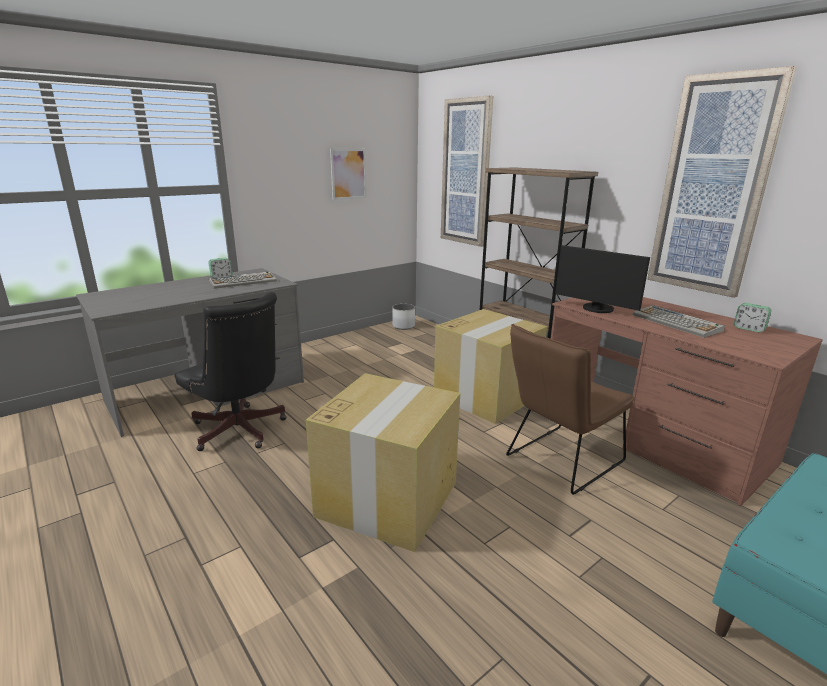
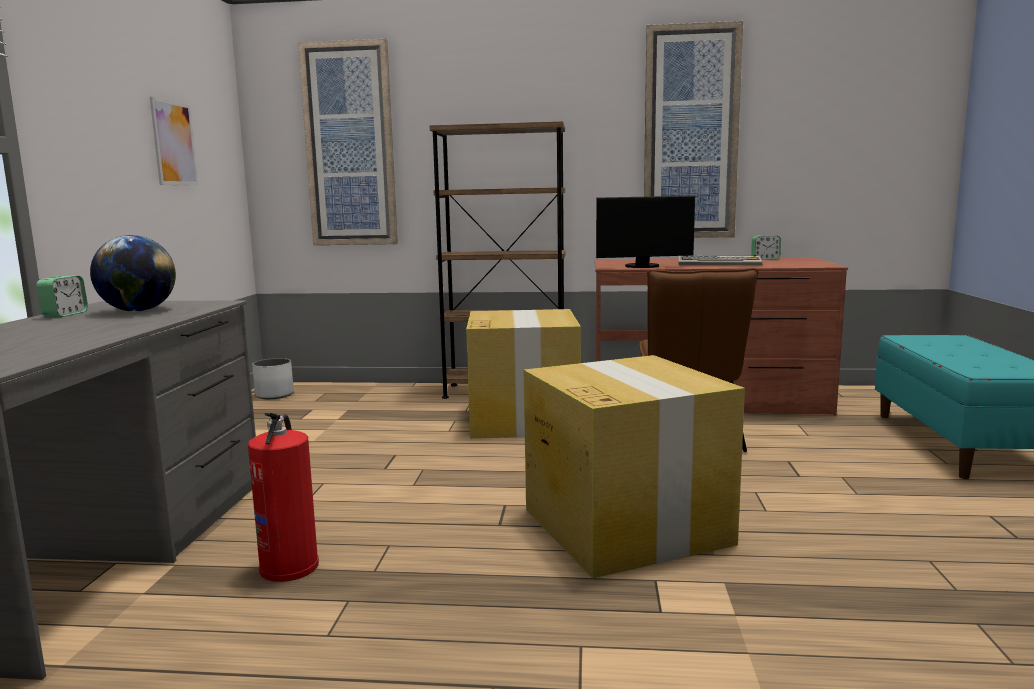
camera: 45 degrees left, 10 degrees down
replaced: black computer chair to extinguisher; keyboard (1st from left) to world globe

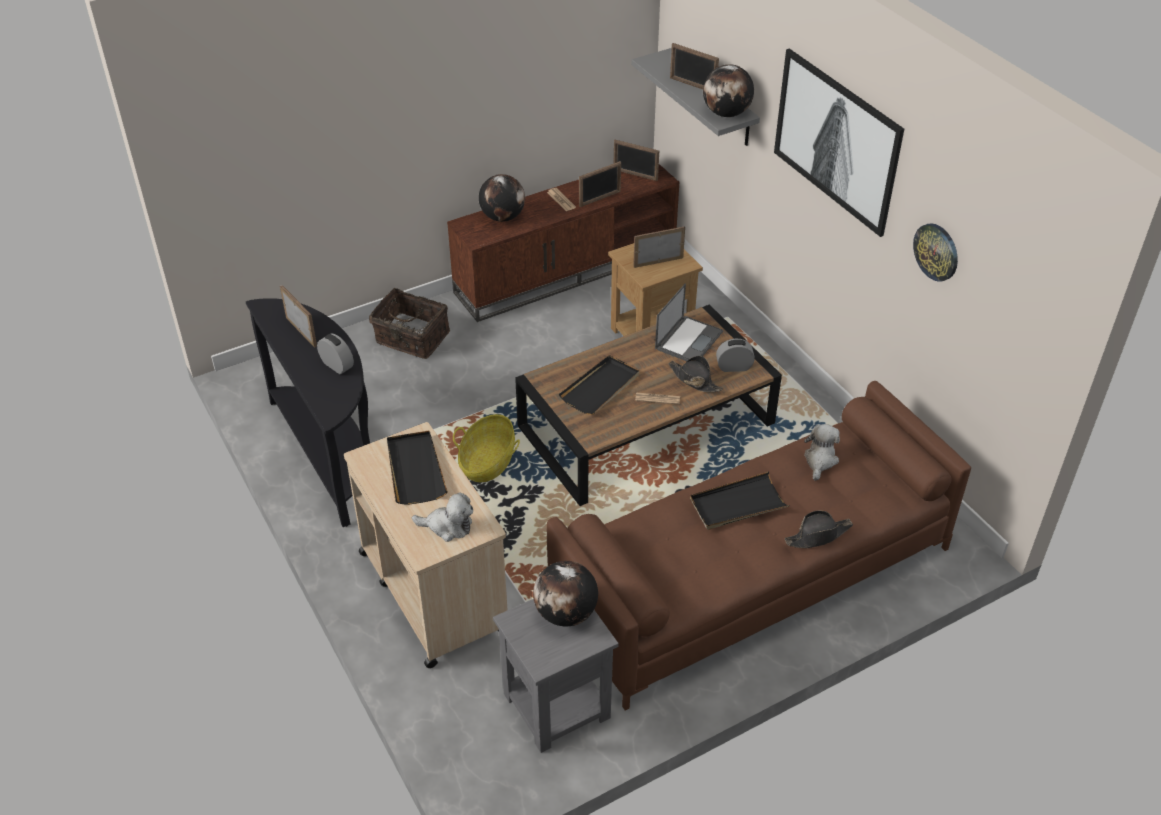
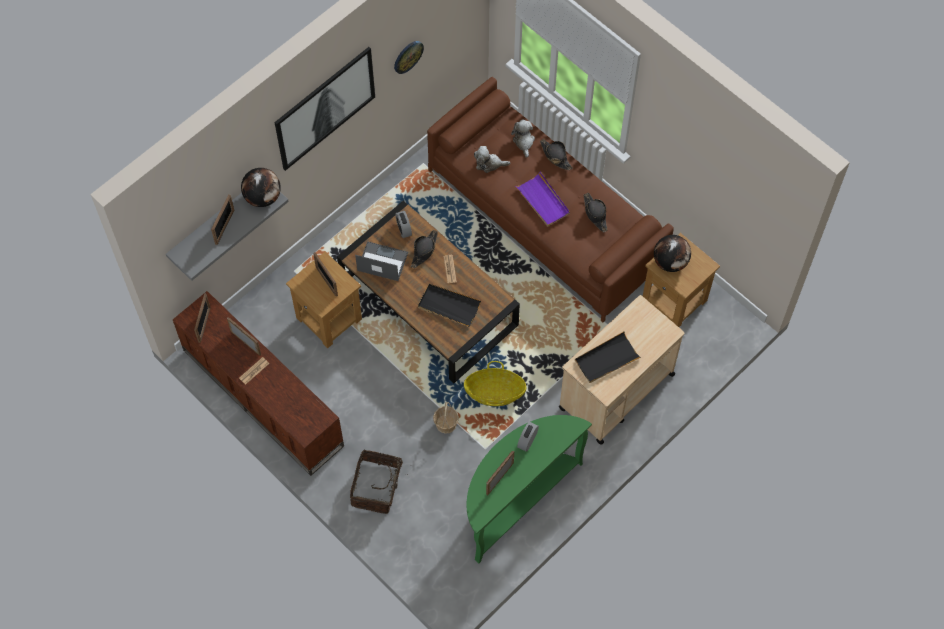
camera: 105 degrees left, 20 degrees up
removed: world globe (1st from left)
added: storage basket (2nd from left); black hat (3rd from left)
moved: plush toy (1st from left in the first image) to plush toy (2nd from left)
recoloured: black console table to green console table; greyish side table to brown side table (2nd from left); black serving tray (3rd from left) to purple-coloured serving tray

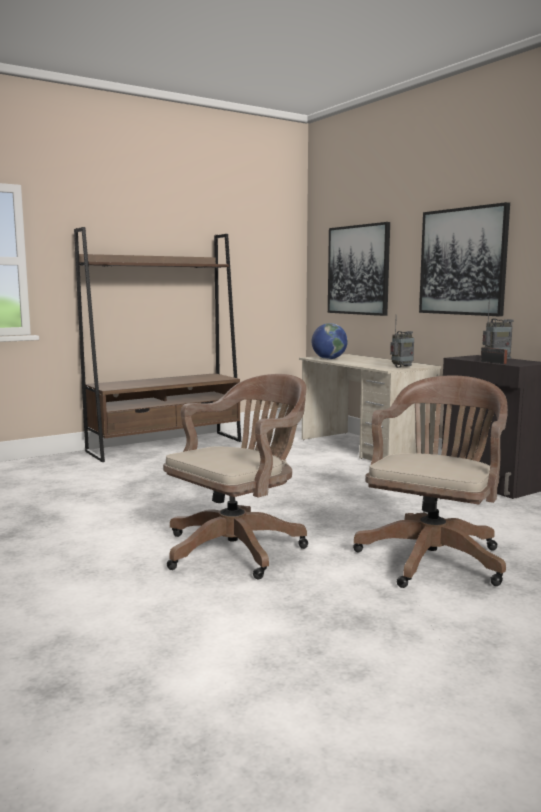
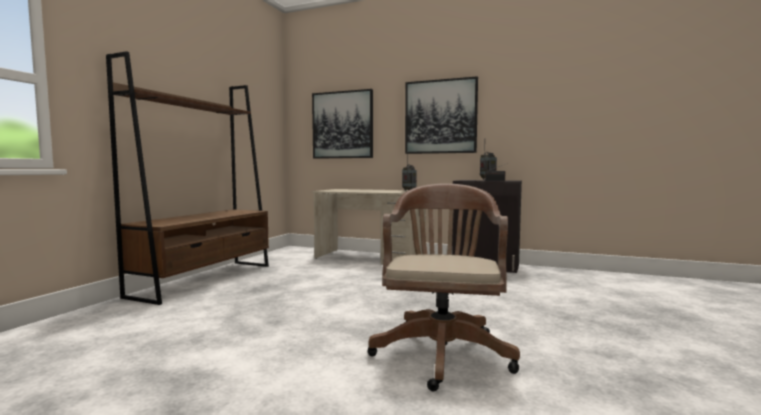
camera: 35 degrees left, 5 degrees down
removed: world globe; brown computer chair (2nd from left)

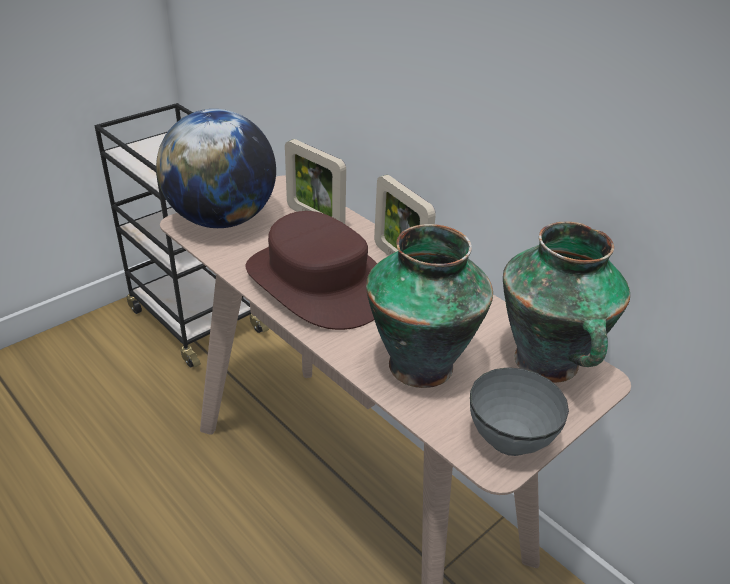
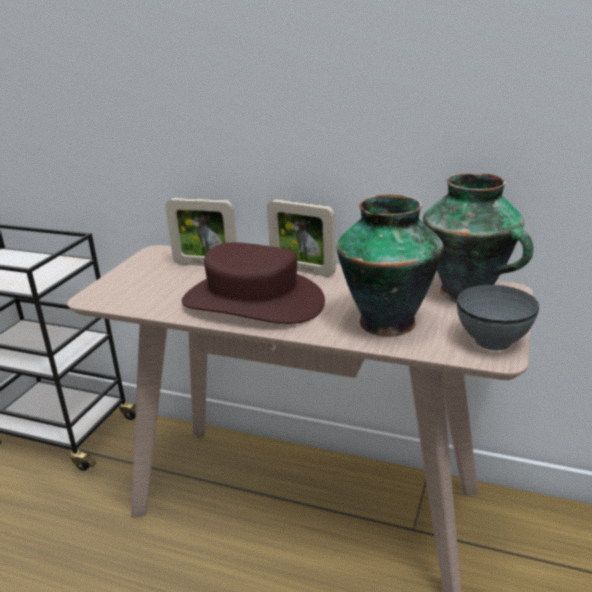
camera: 25 degrees left, 10 degrees down
removed: world globe

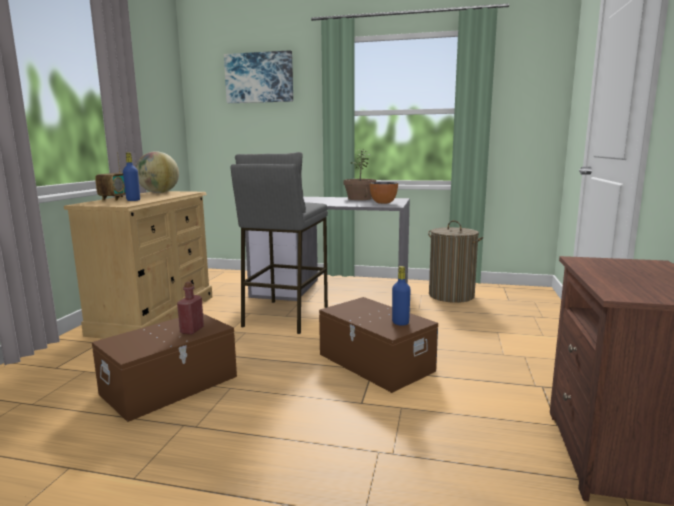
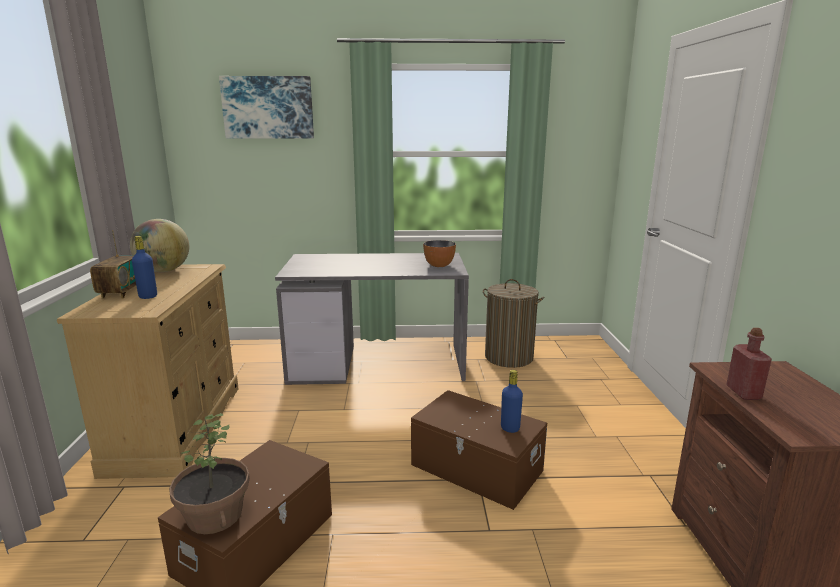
camera: 15 degrees left, 5 degrees up
removed: greyish stool
moved: reddish beverage bottle; potted plant

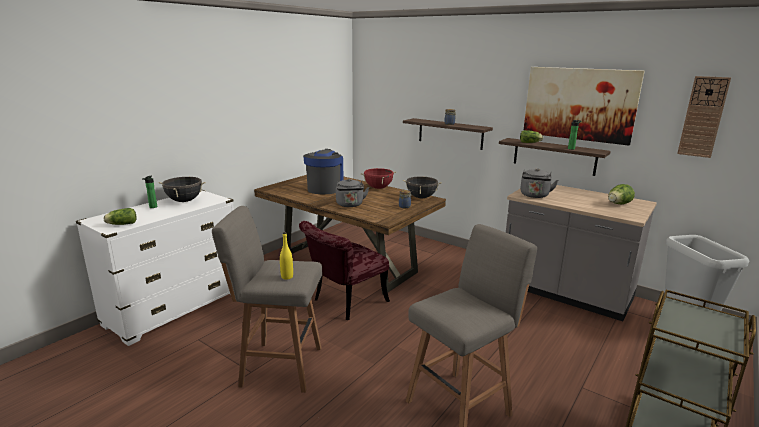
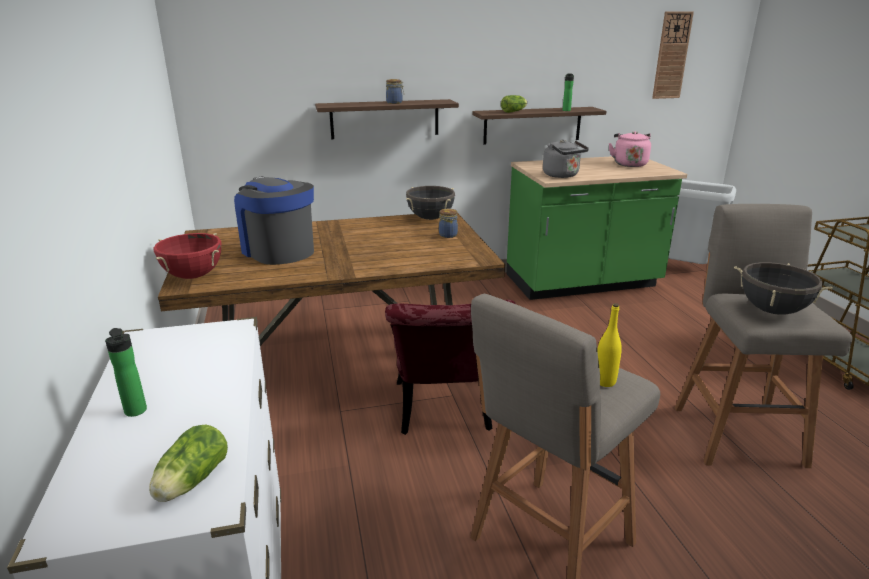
camera: 50 degrees left, 5 degrees up
removed: greyish water kettle (1st from left); picture
moved: black cooking pot (1st from left in the first image) to black cooking pot (2nd from left); reddish cooking pot
replaced: head of lettuce (3rd from left) to pinkish water kettle
recoloured: greyish kitchen base unit to green kitchen base unit

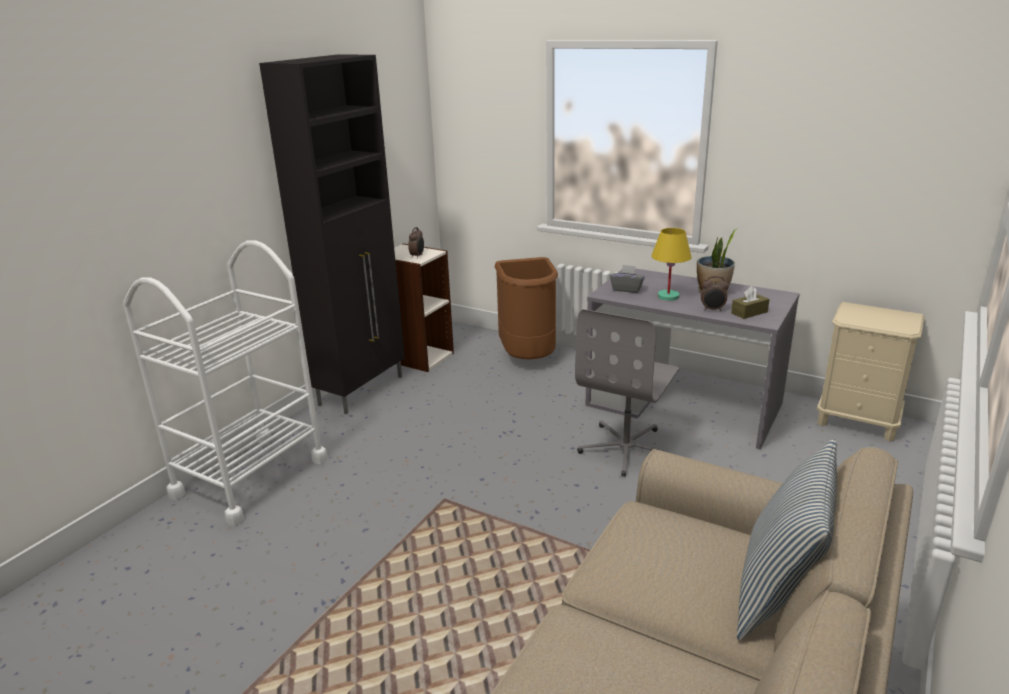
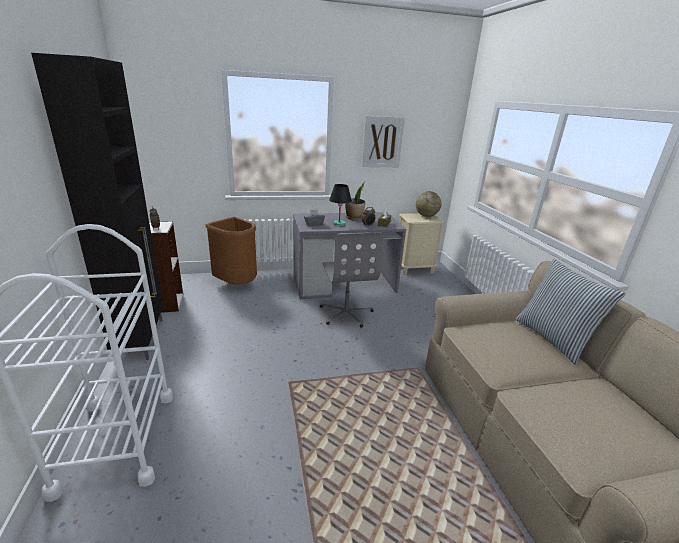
camera: 45 degrees left, 0 degrees up
added: picture; world globe
recoloured: yellow-coloured tabletop lamp to black tabletop lamp

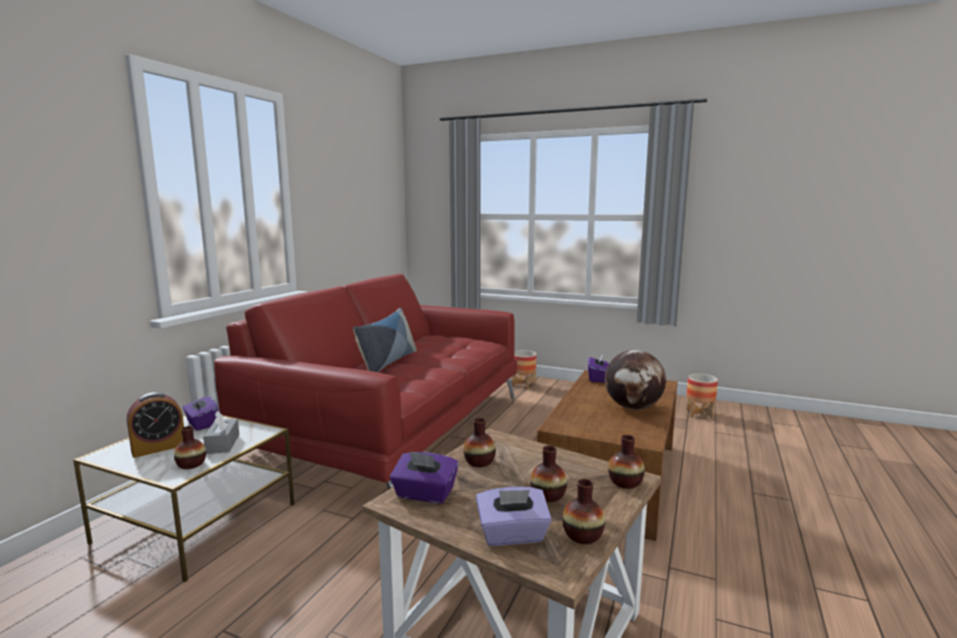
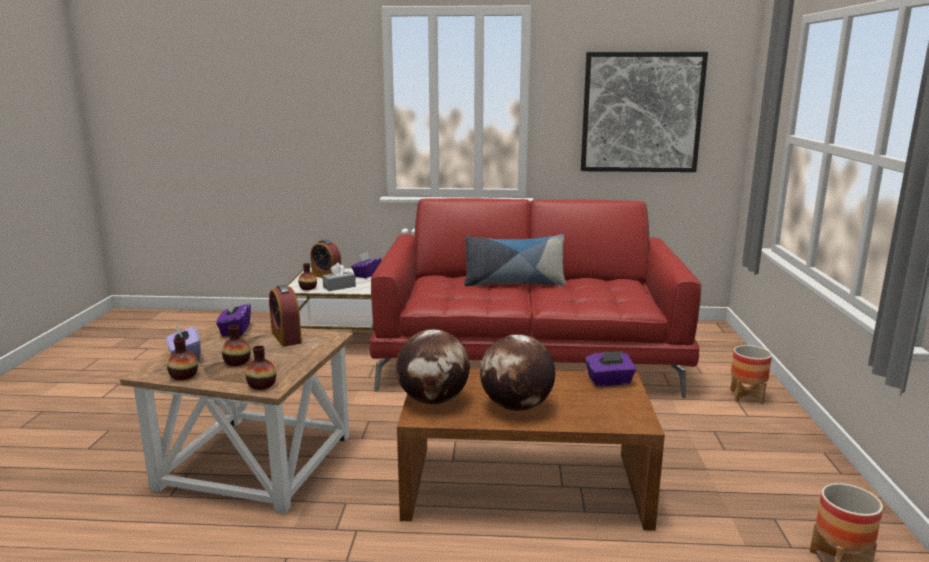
camera: 70 degrees right, 5 degrees up
added: world globe (1st from left); picture
replaced: decorative vase (2nd from left) to bedside clock (1st from left)

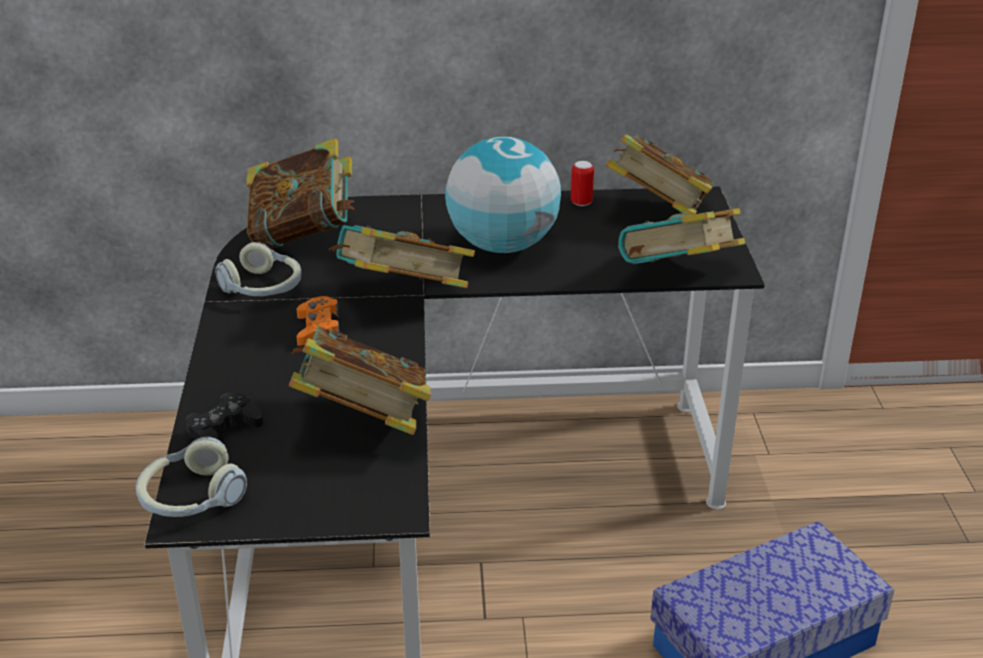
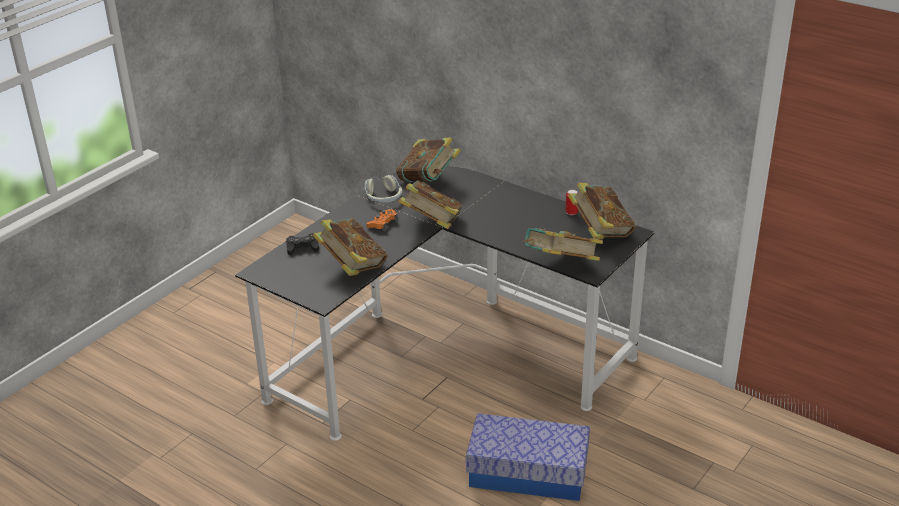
camera: 40 degrees right, 0 degrees up
removed: pair of headphones (1st from left); world globe

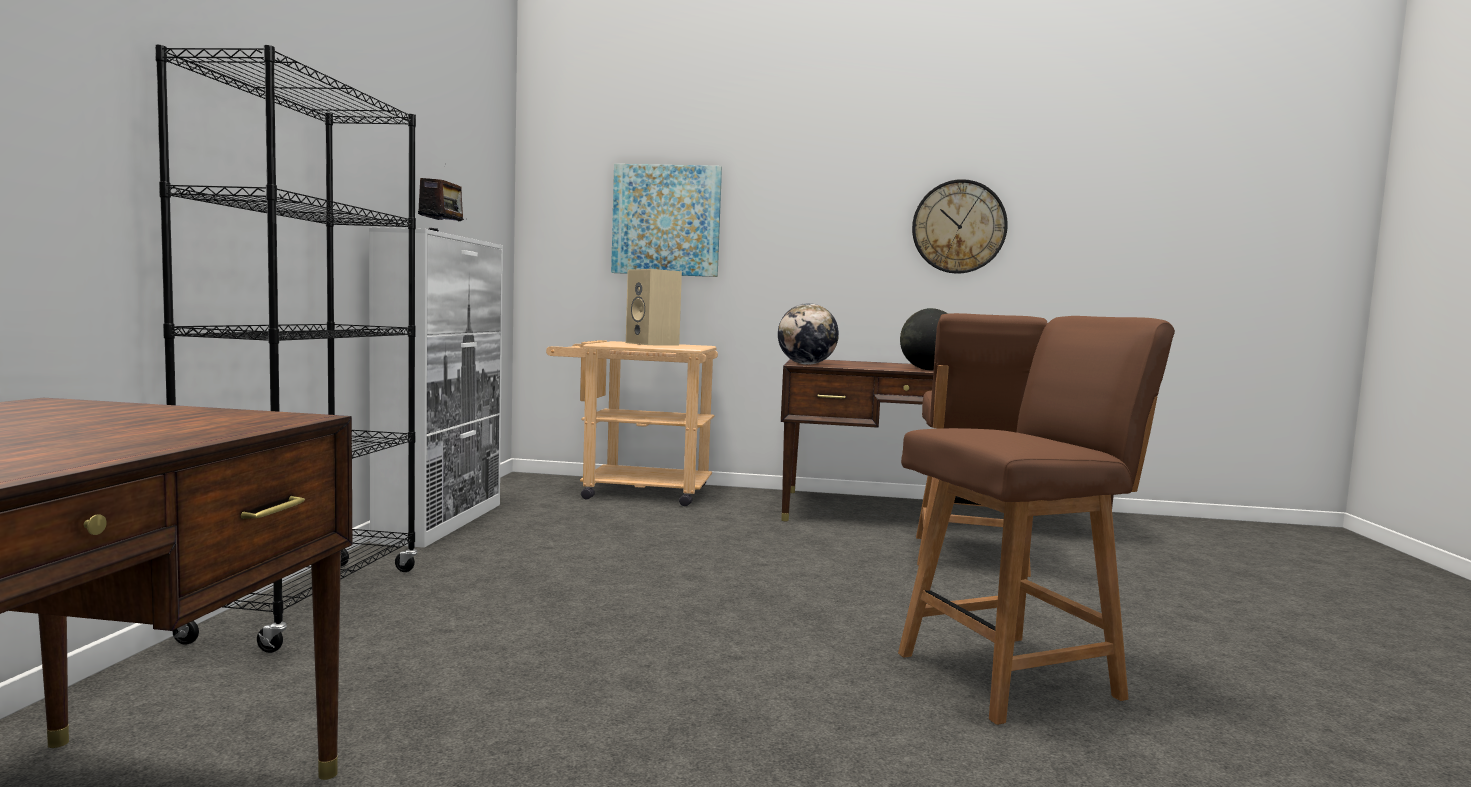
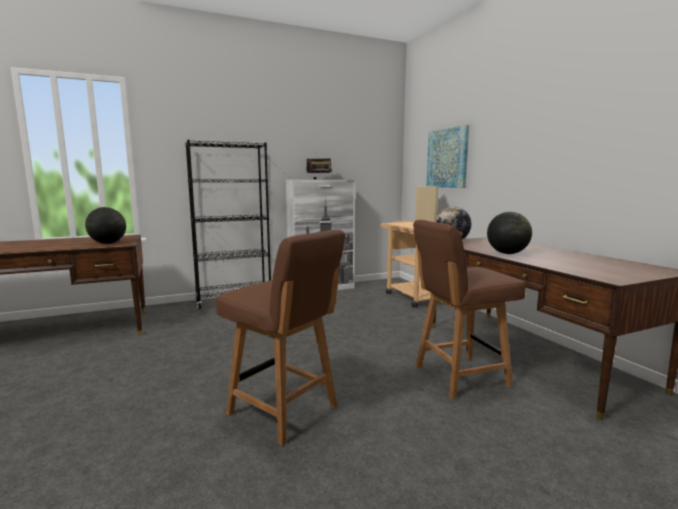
camera: 60 degrees right, 5 degrees up
removed: clock on the wall
added: world globe (1st from left)

